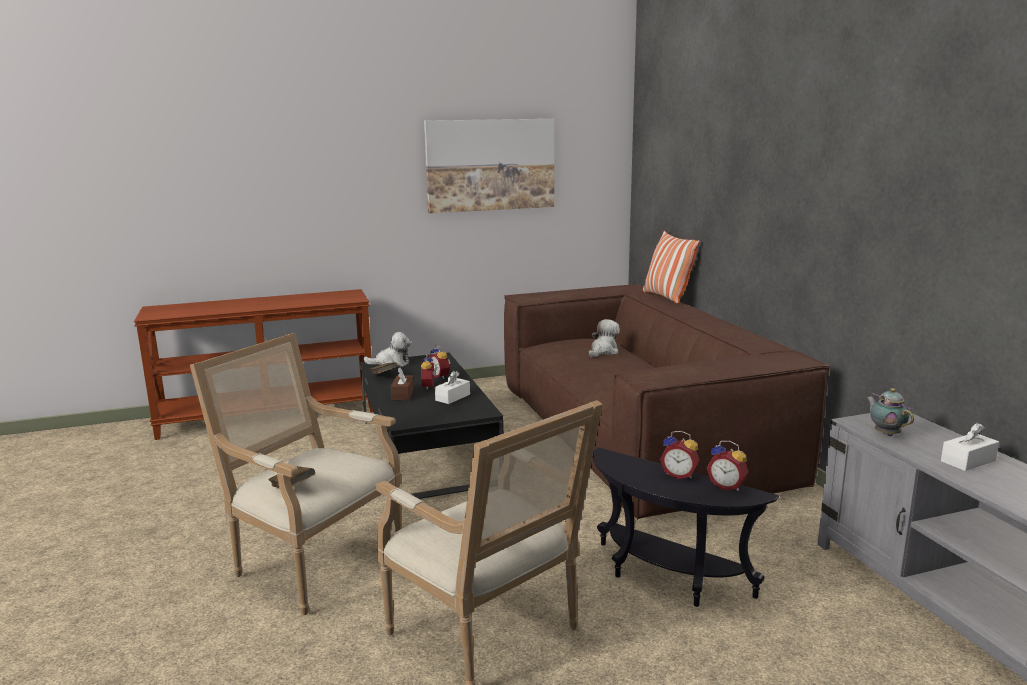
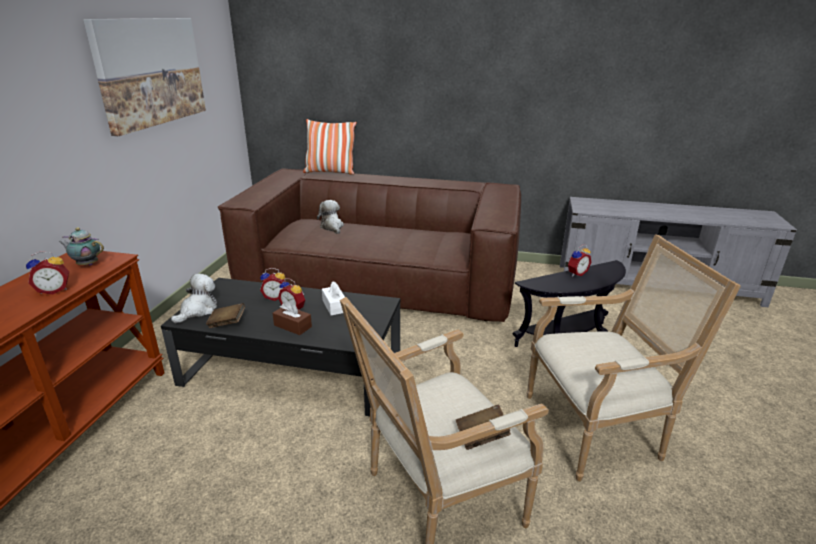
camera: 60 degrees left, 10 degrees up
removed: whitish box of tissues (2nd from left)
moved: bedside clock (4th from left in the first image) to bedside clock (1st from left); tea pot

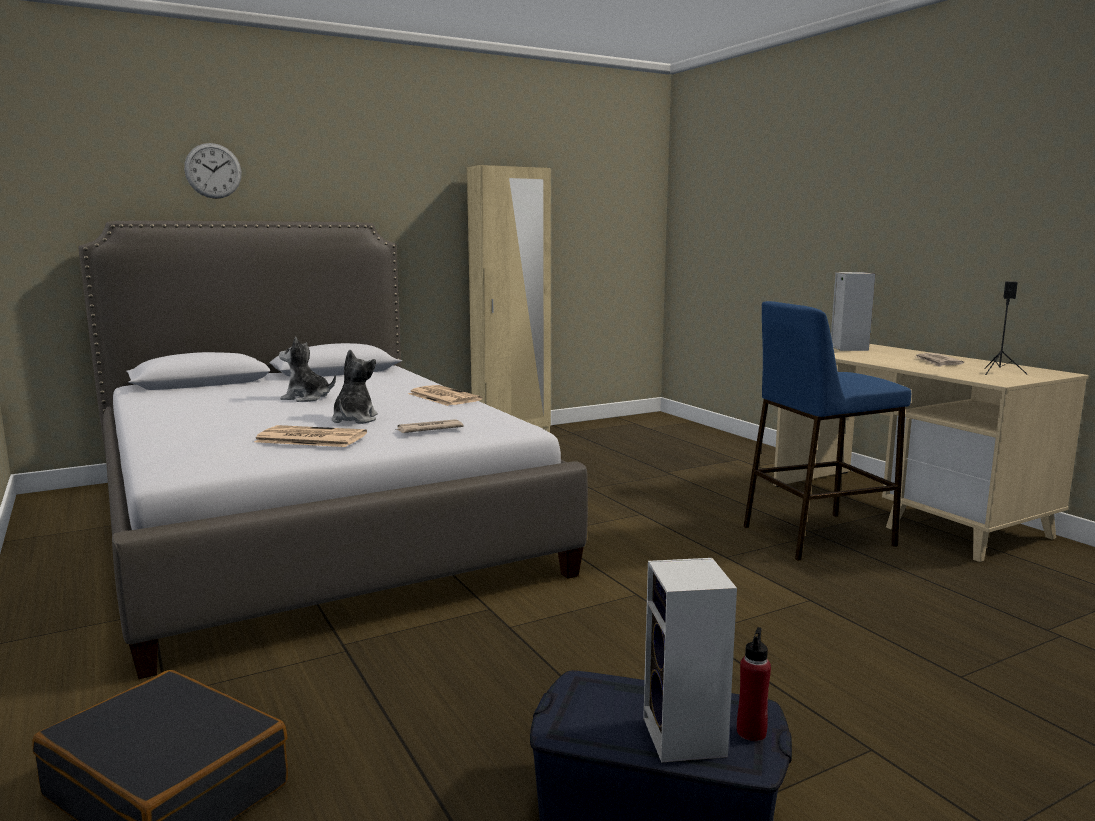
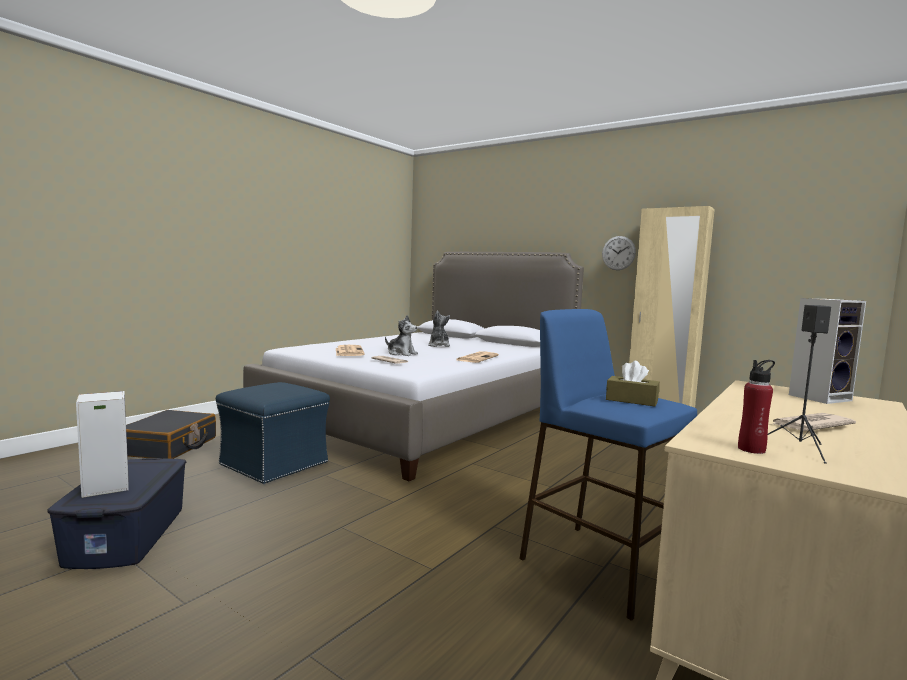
camera: 65 degrees right, 5 degrees down
added: blue-coloured ottoman; brown box of tissues
moved: clock on the wall; reddish beverage bottle
turned: plush toy (2nd from left in the first image) 45 degrees clockwise

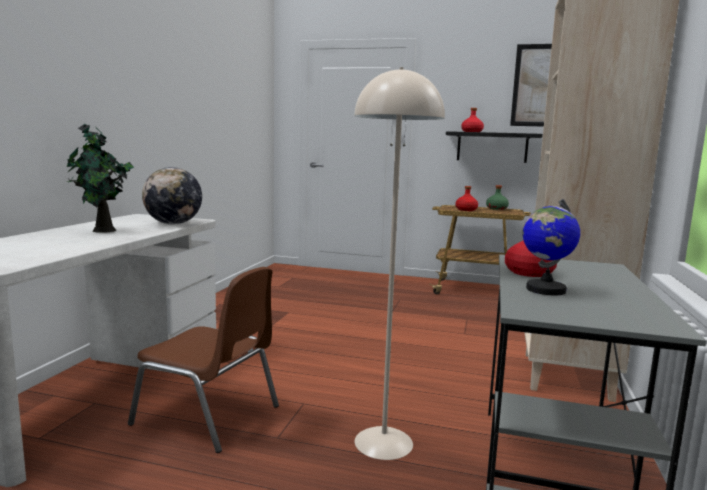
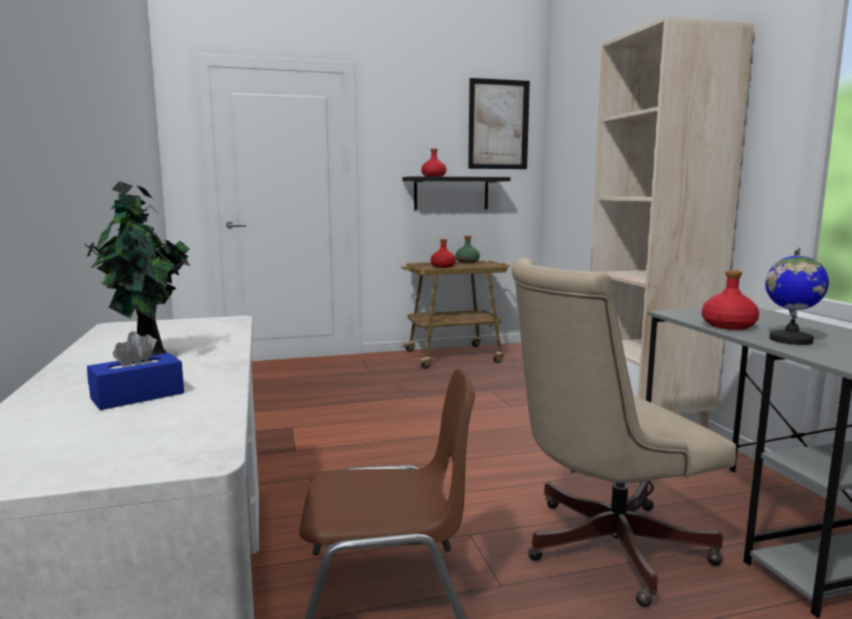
camera: 30 degrees left, 0 degrees up
removed: world globe (1st from left)
added: blue-coloured box of tissues
replaced: beige standard lamp to beige computer chair

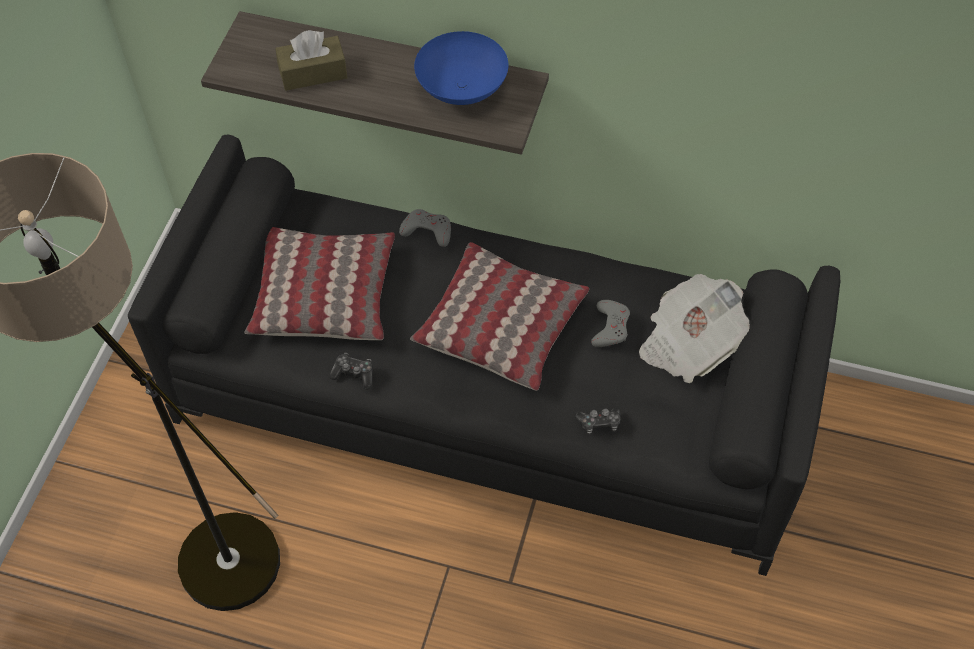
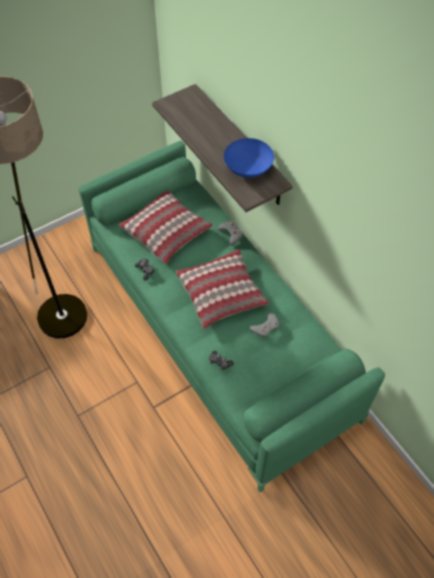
camera: 40 degrees right, 0 degrees up
removed: brown box of tissues; newspaper
recoloured: black settee to green settee

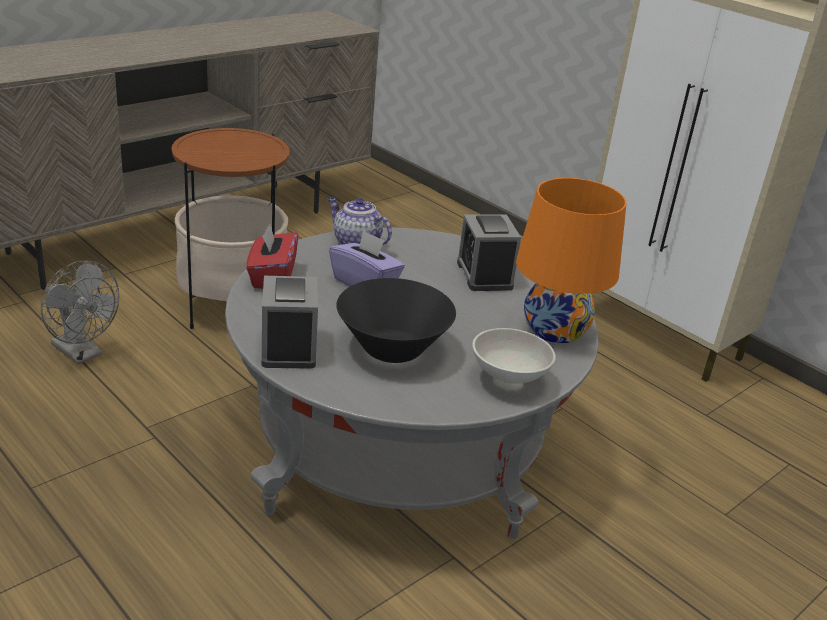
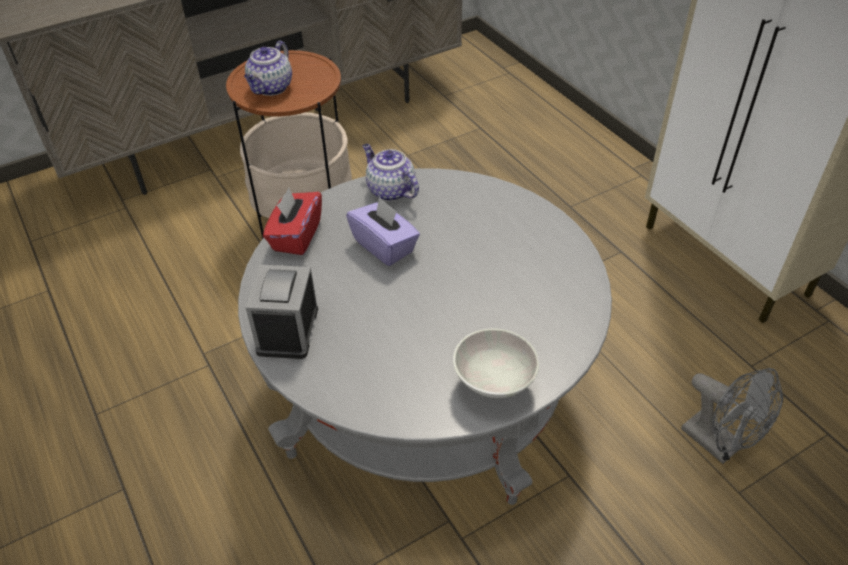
camera: 15 degrees right, 15 degrees up
removed: black deep dish; bedside clock (2nd from left); orangey tabletop lamp
added: tea pot (1st from left)
moved: greyish cooling fan

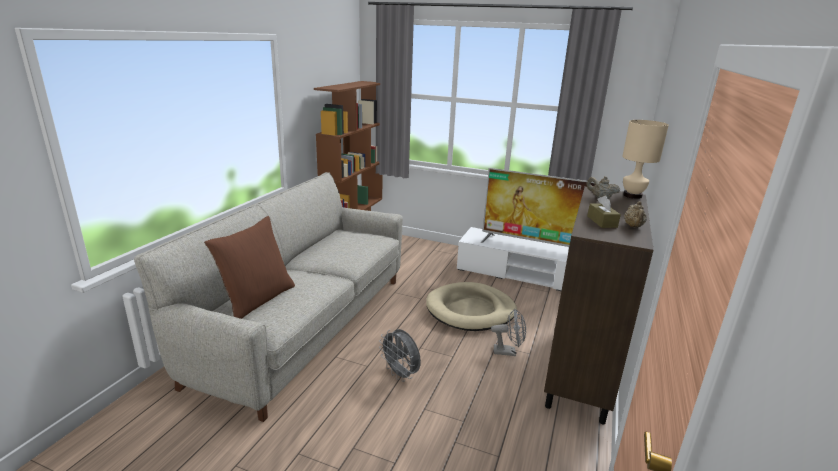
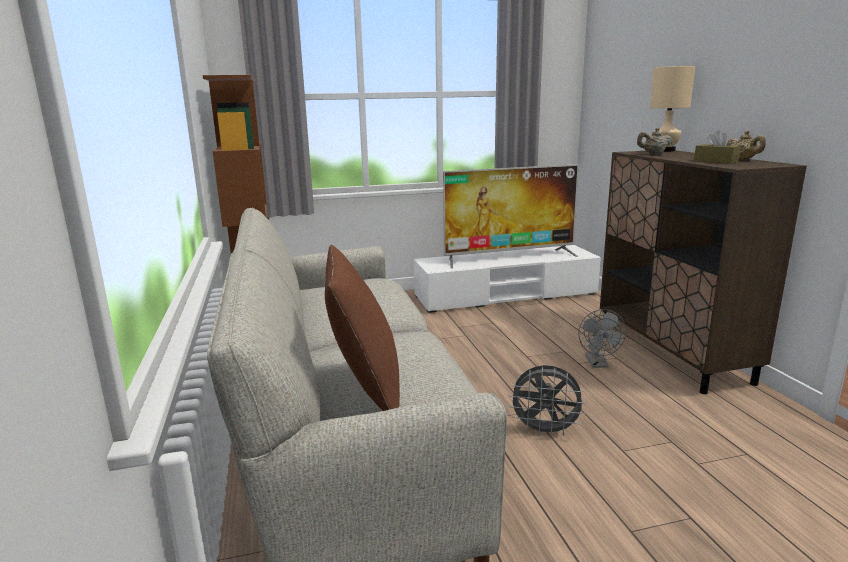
camera: 35 degrees left, 5 degrees down
removed: beige pet bed
turned: greyish cooling fan (2nd from left) 120 degrees clockwise

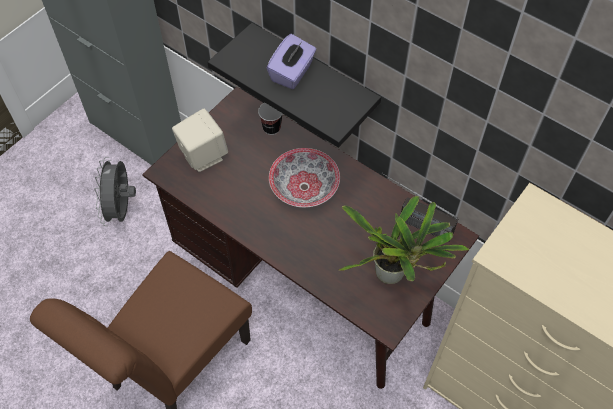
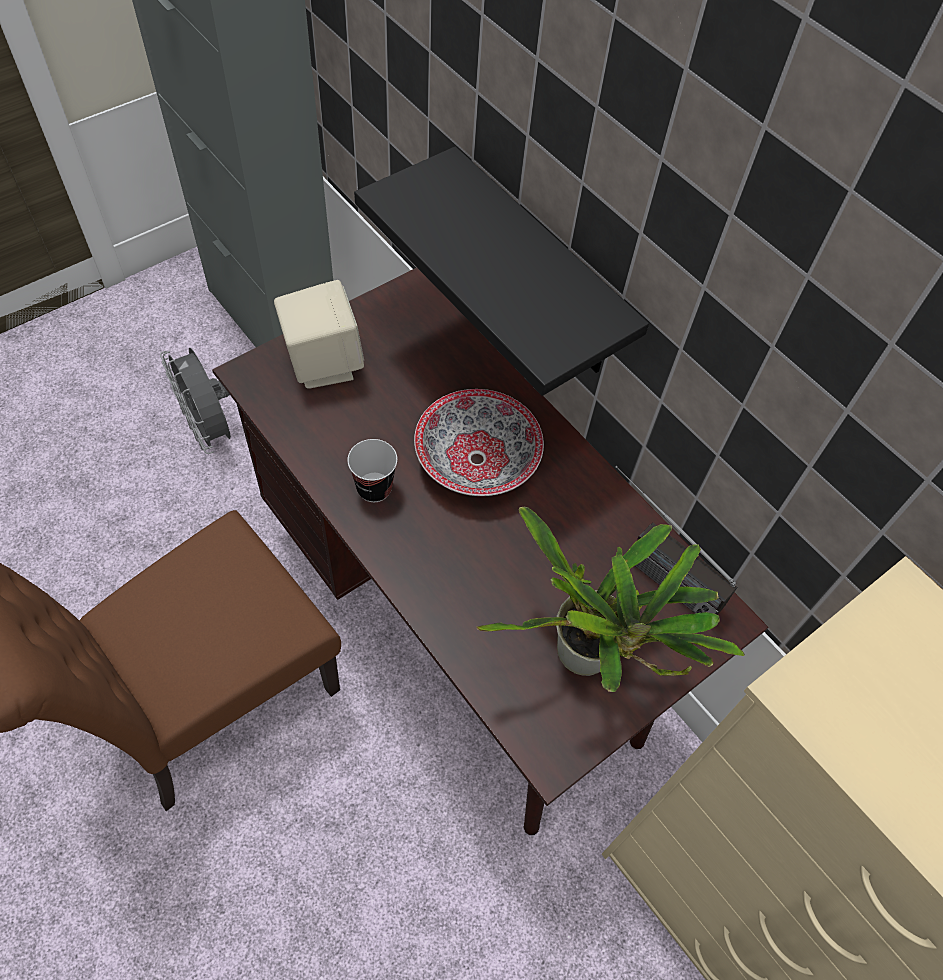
camera: 10 degrees right, 0 degrees up
removed: purple-coloured box of tissues
moved: cup
turned: greyish cooling fan 45 degrees counterclockwise

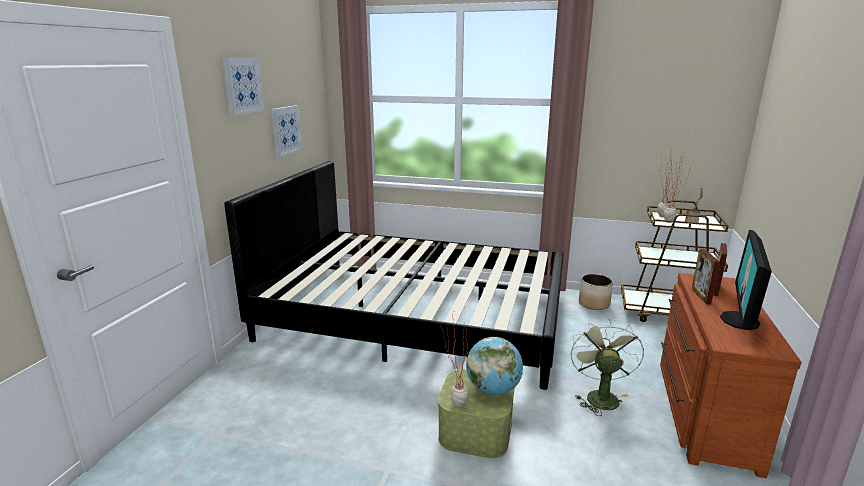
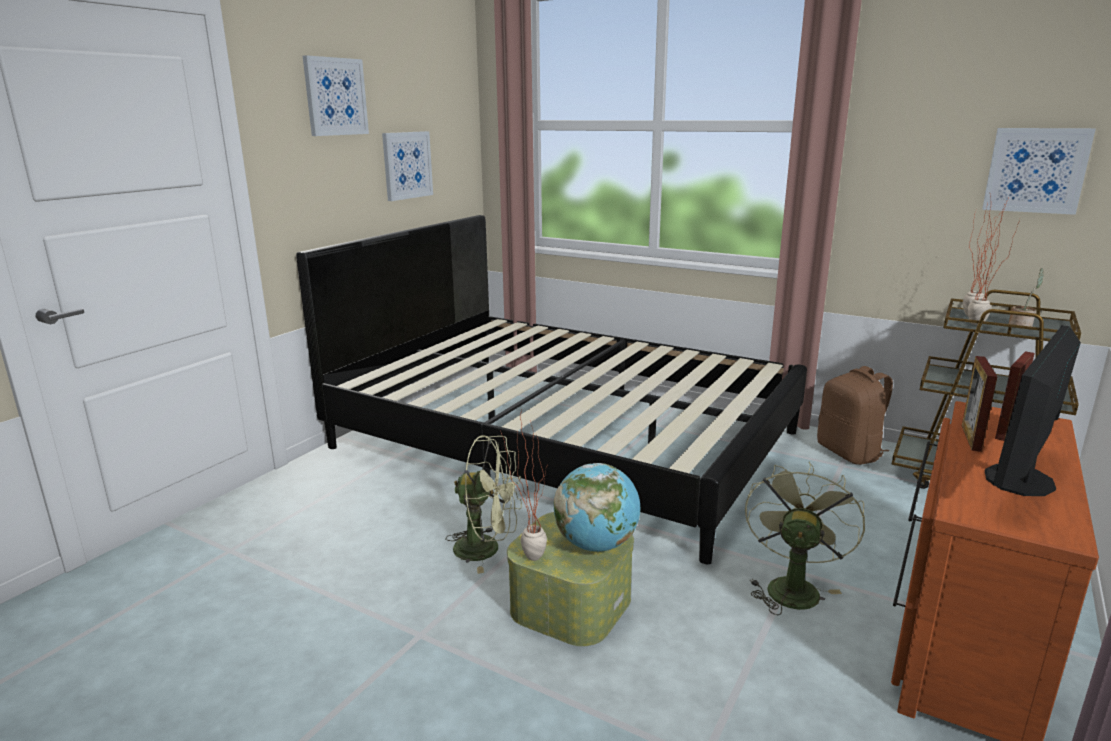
camera: 15 degrees right, 0 degrees up
added: green cooling fan (1st from left); picture (3rd from left)
replaced: planter to brown knapsack

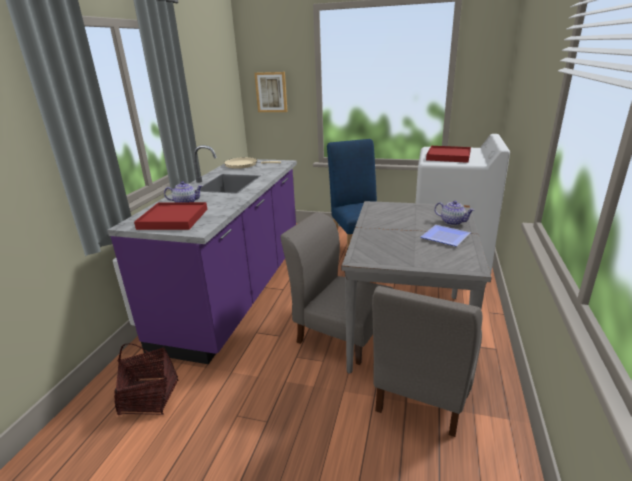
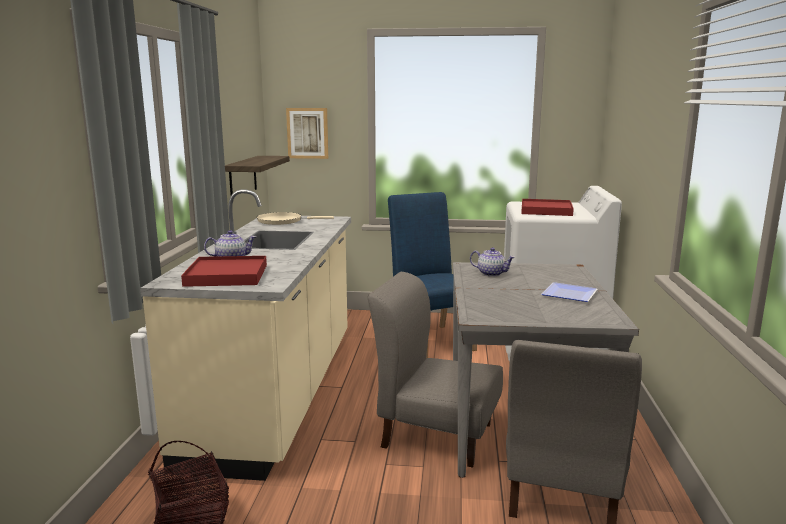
camera: 10 degrees left, 10 degrees down
added: wall shelf
moved: tea pot (2nd from left)
recoloured: purple-coloured kitchen base unit to beige kitchen base unit

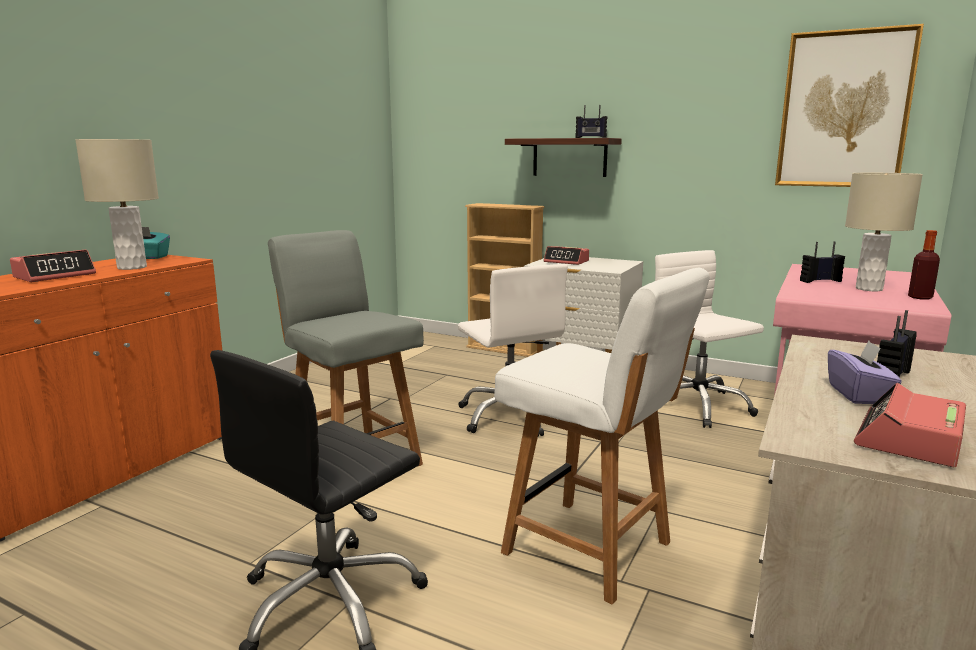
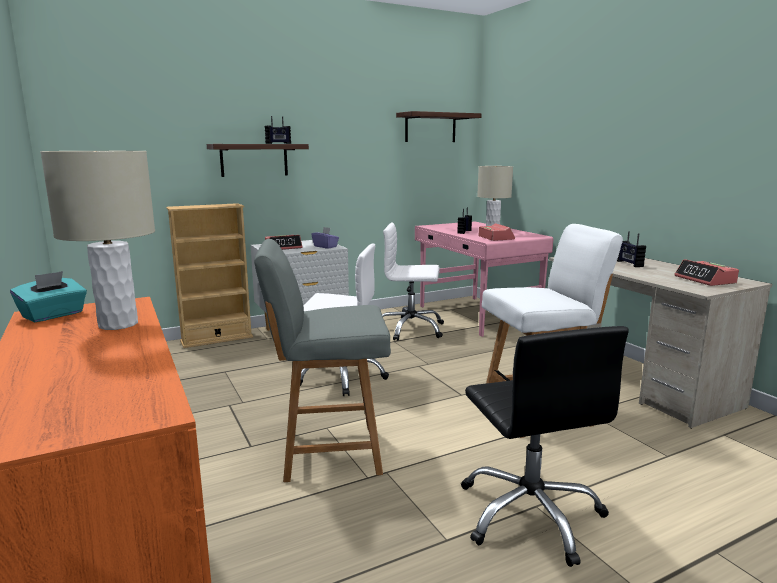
camera: 55 degrees left, 0 degrees up
removed: beverage bottle
moved: bedside clock (1st from left in the first image) to bedside clock (2nd from left); purple-coloured box of tissues
replaced: picture to wall shelf (2nd from left)

